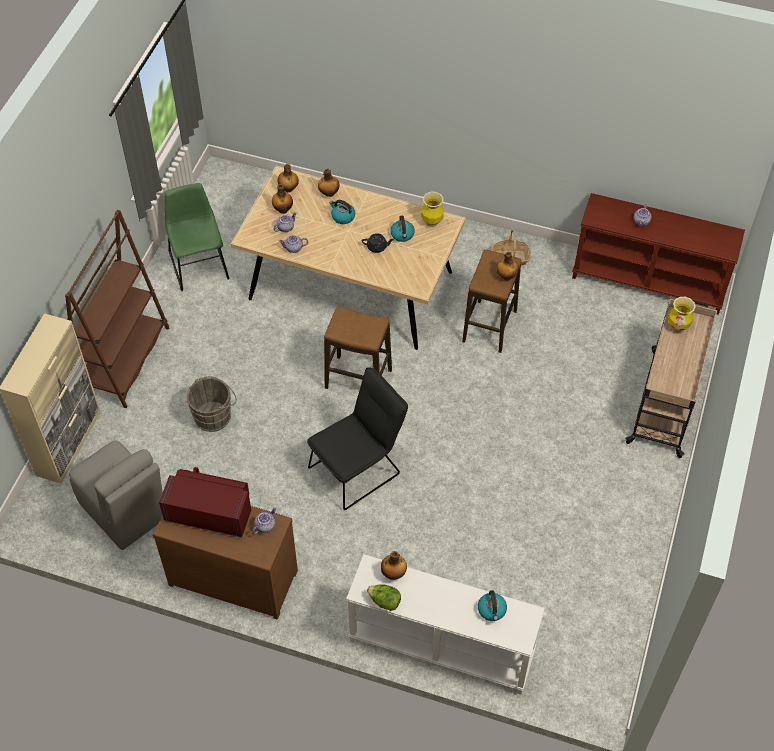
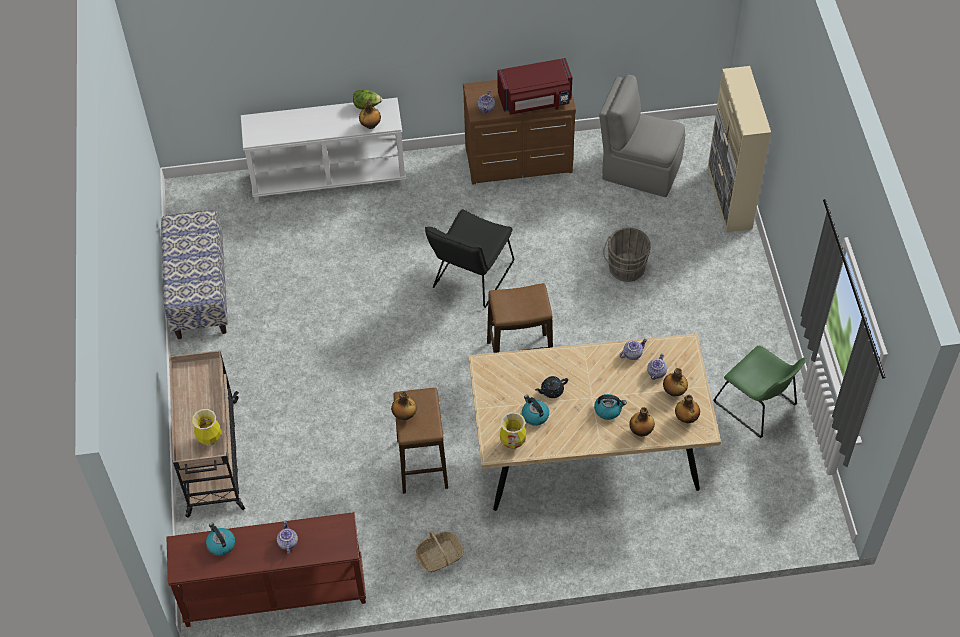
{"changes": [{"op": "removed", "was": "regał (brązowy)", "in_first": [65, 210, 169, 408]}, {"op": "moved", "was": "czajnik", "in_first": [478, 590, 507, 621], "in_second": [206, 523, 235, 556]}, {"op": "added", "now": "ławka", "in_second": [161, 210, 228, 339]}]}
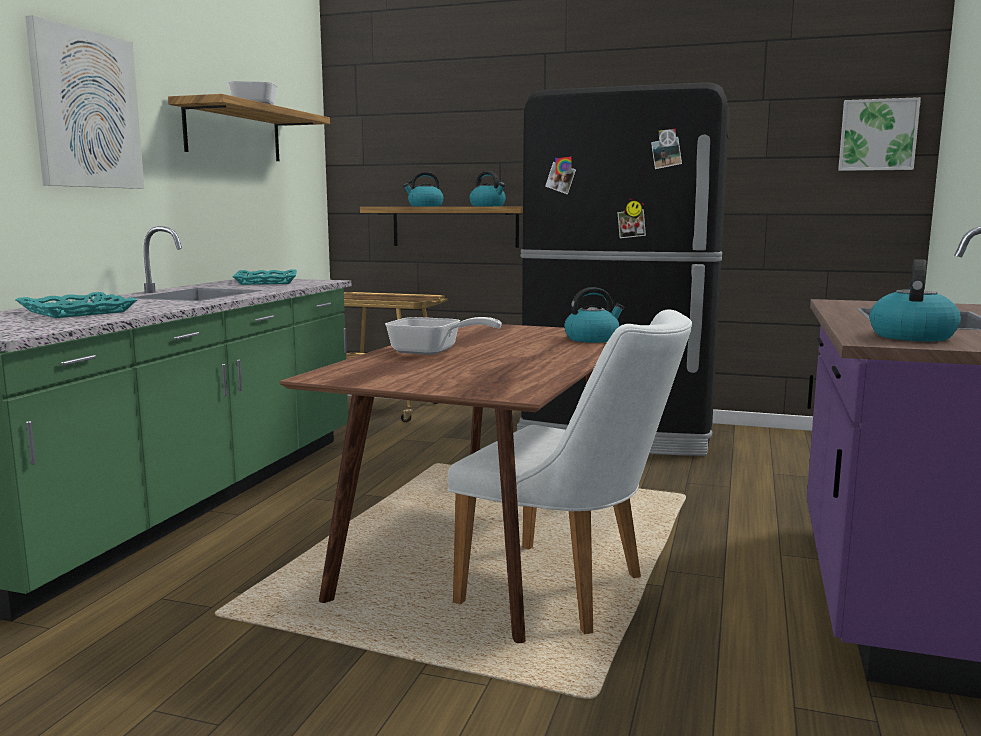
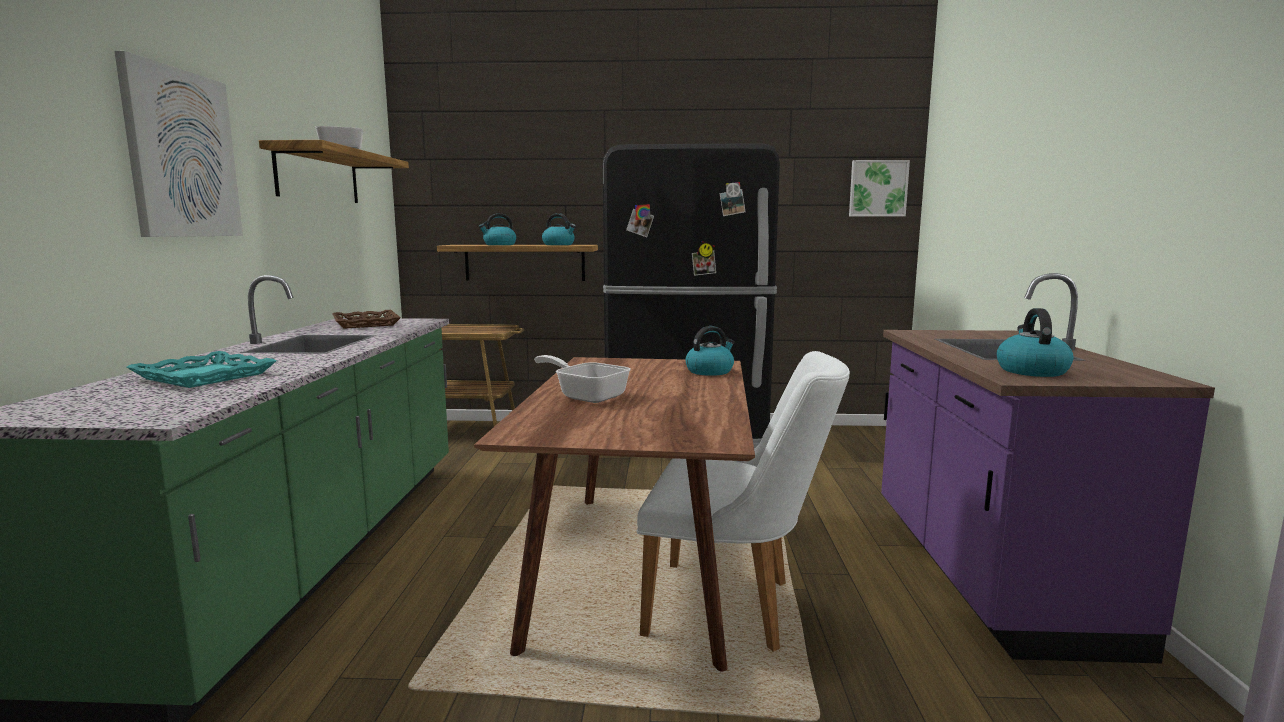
{"changes": [{"op": "recoloured", "was": "taca (turkusowy)", "now": "taca (brązowy)", "in_first": [232, 269, 297, 285], "in_second": [332, 310, 401, 329]}, {"op": "turned", "was": "patelnia", "in_first": [385, 317, 502, 355], "in_second": [534, 355, 631, 403], "clockwise": -150}]}
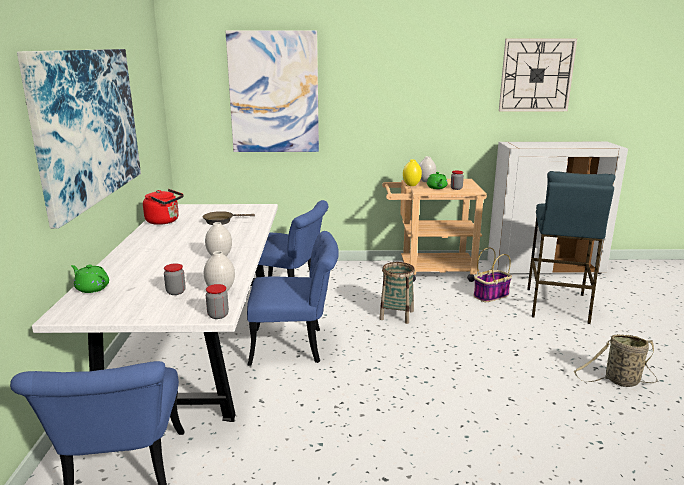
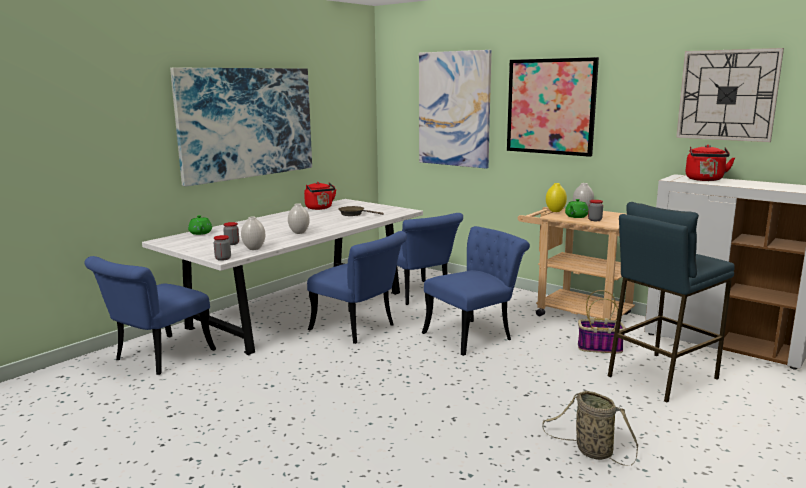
{"changes": [{"op": "replaced", "was": "koszyk", "now": "krzesło (niebieski)", "in_first": [379, 262, 415, 324], "in_second": [422, 226, 530, 356]}, {"op": "added", "now": "obraz", "in_second": [507, 57, 599, 157]}, {"op": "added", "now": "czajnik (czerwony)", "in_second": [686, 145, 735, 181]}]}
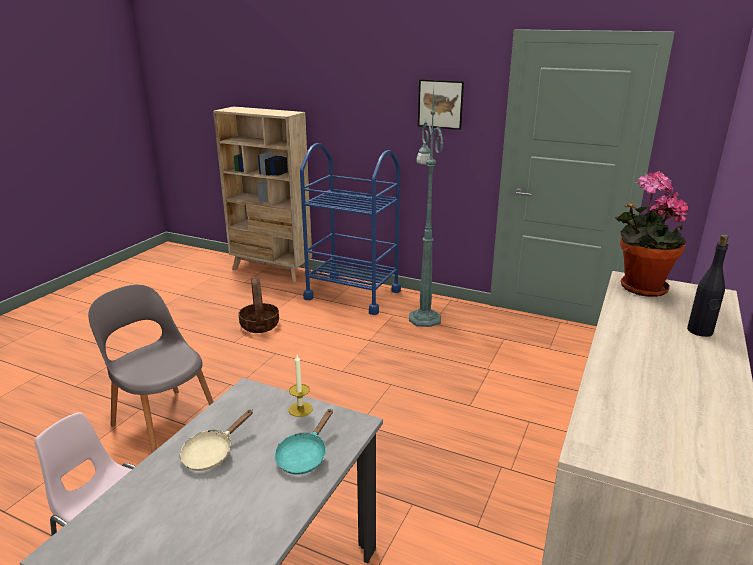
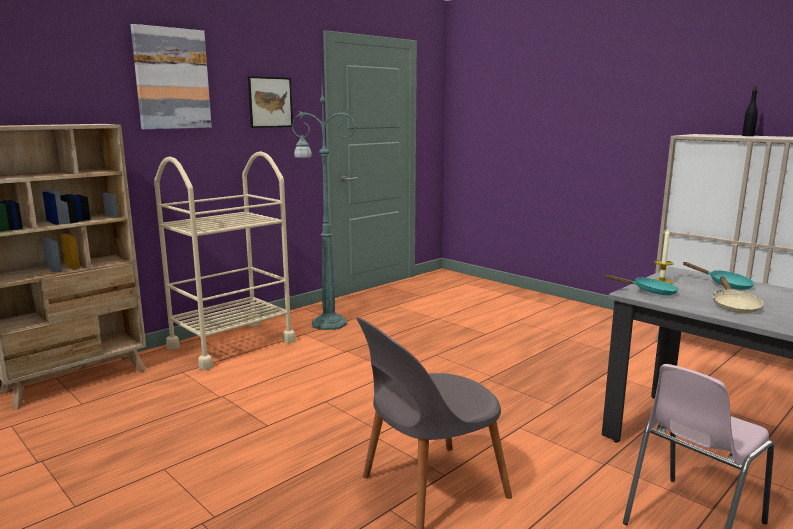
{"changes": [{"op": "recoloured", "was": "wózek (niebieski)", "now": "wózek (beżowy)", "in_first": [300, 143, 401, 315], "in_second": [154, 151, 296, 370]}, {"op": "removed", "was": "roślina doniczkowa", "in_first": [615, 171, 688, 297]}, {"op": "removed", "was": "koszyk", "in_first": [238, 277, 279, 333]}, {"op": "turned", "was": "patelnia (beżowy)", "in_first": [180, 410, 253, 471], "in_second": [713, 277, 763, 314], "clockwise": 45}, {"op": "added", "now": "obraz", "in_second": [130, 24, 212, 129]}, {"op": "added", "now": "patelnia (turkusowy)", "in_second": [606, 275, 679, 296]}]}
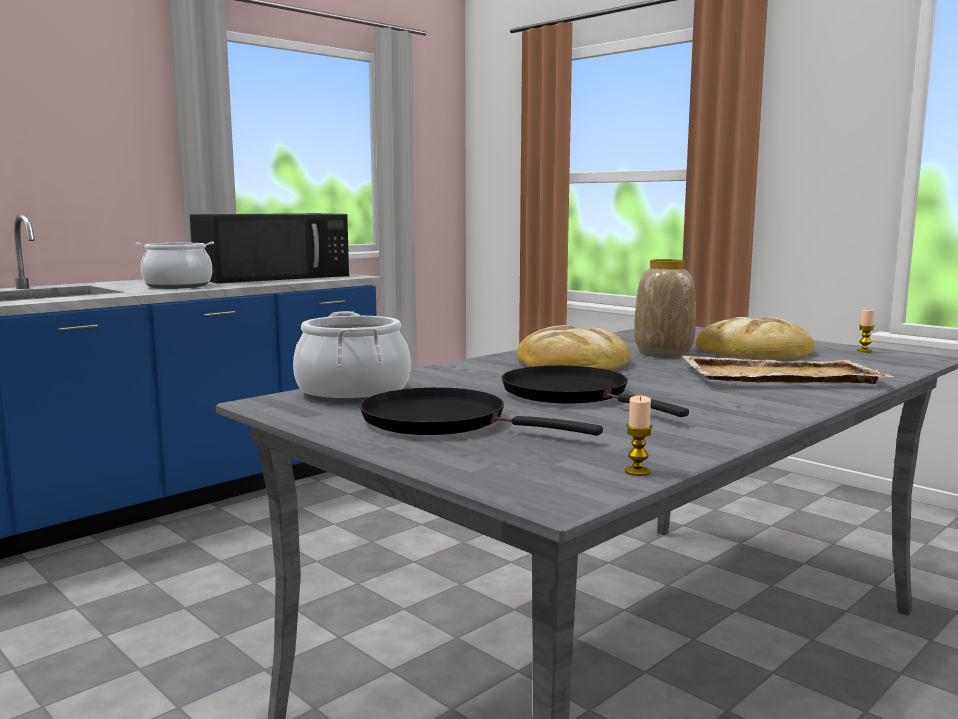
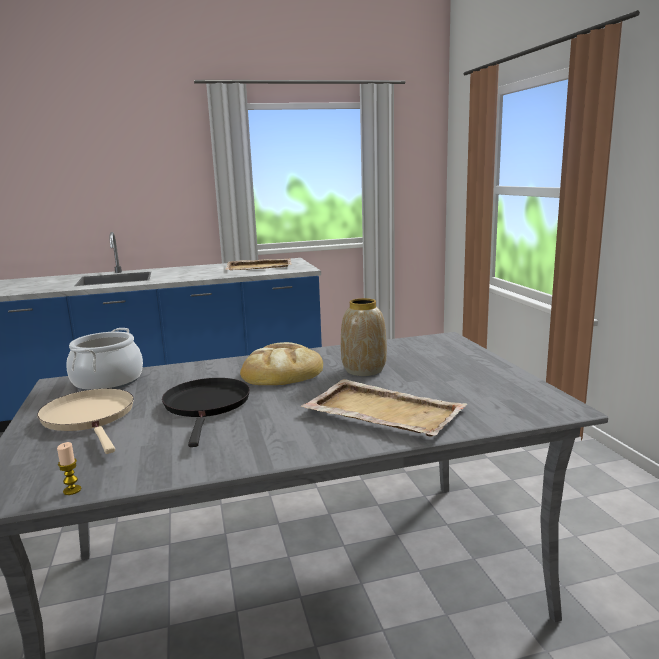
{"changes": [{"op": "replaced", "was": "mikrofalówka (czarny)", "now": "taca (beżowy)", "in_first": [190, 213, 349, 283], "in_second": [225, 258, 292, 270]}, {"op": "removed", "was": "garnek", "in_first": [135, 242, 214, 289]}, {"op": "removed", "was": "świeca", "in_first": [857, 310, 875, 352]}, {"op": "removed", "was": "chleb", "in_first": [696, 317, 815, 359]}, {"op": "recoloured", "was": "patelnia (czarny)", "now": "patelnia (beżowy)", "in_first": [360, 387, 603, 436], "in_second": [37, 389, 134, 454]}]}
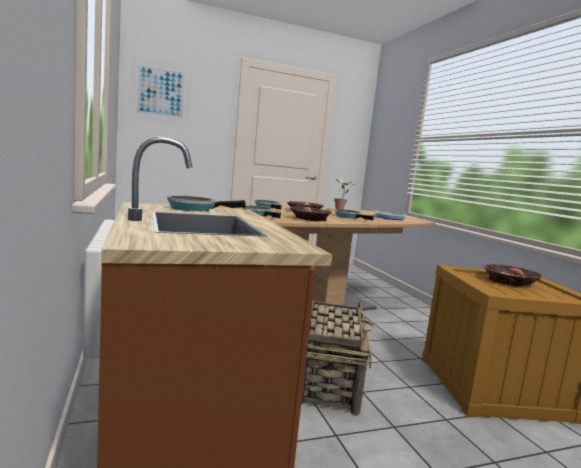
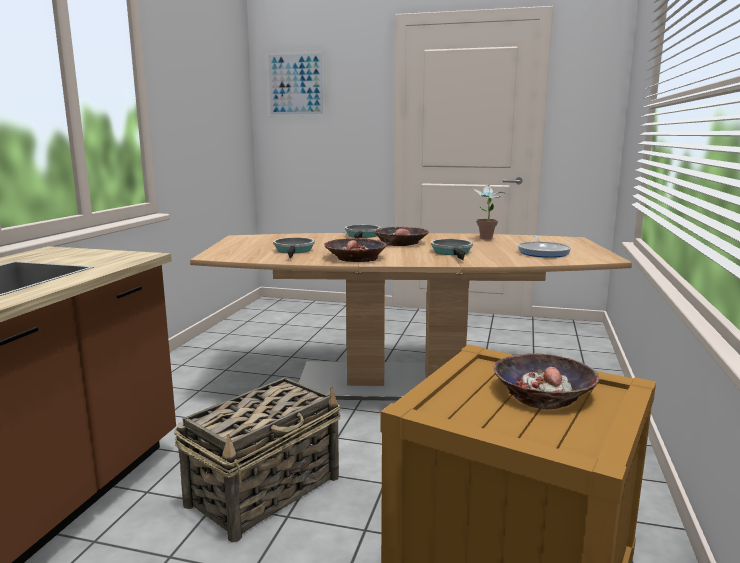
{"changes": [{"op": "removed", "was": "patelnia", "in_first": [167, 195, 246, 211]}]}
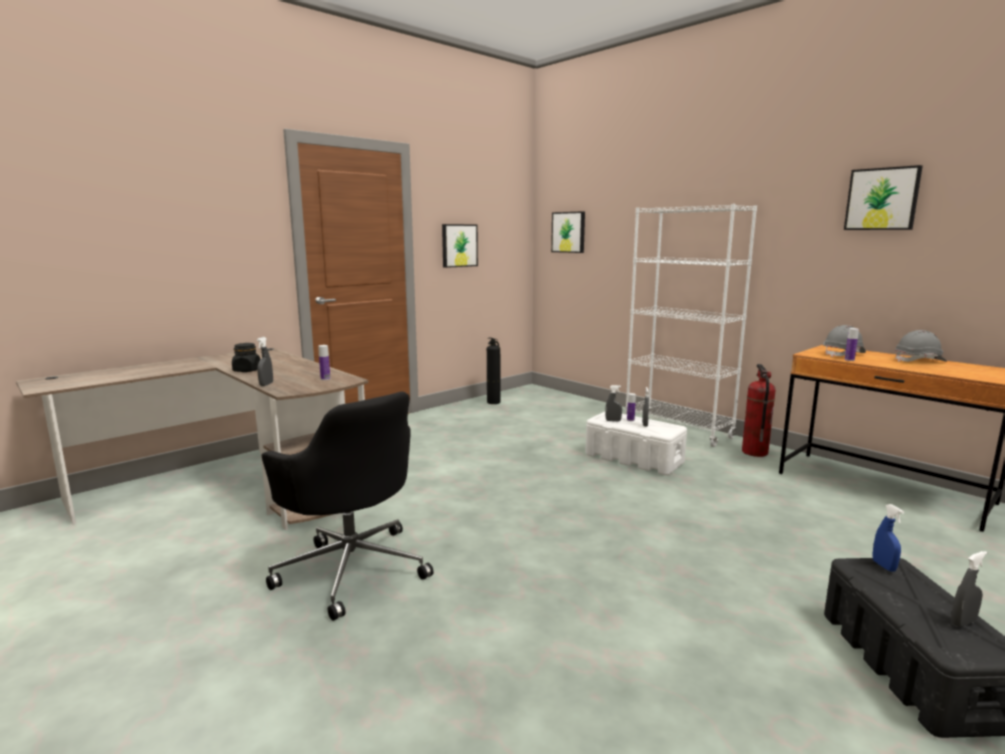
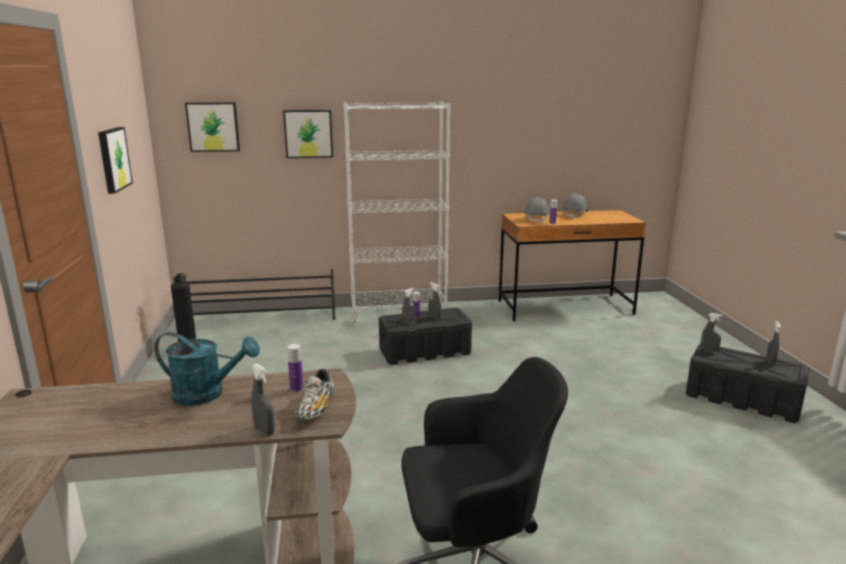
{"changes": [{"op": "moved", "was": "obraz", "in_first": [844, 165, 923, 230], "in_second": [283, 110, 333, 158]}, {"op": "removed", "was": "słoik (czarny)", "in_first": [232, 343, 260, 372]}, {"op": "removed", "was": "gaśnica", "in_first": [742, 364, 776, 457]}, {"op": "recoloured", "was": "pojemnik do przechowywania (biały)", "now": "pojemnik do przechowywania (czarny)", "in_first": [585, 412, 687, 475], "in_second": [379, 308, 472, 365]}, {"op": "recoloured", "was": "spryskiwacz (niebieski)", "now": "spryskiwacz (szary)", "in_first": [872, 504, 904, 572], "in_second": [700, 313, 722, 352]}, {"op": "added", "now": "regał na buty (czarny)", "in_second": [183, 269, 335, 320]}, {"op": "added", "now": "konewka (turkusowy)", "in_second": [154, 332, 260, 406]}, {"op": "added", "now": "but", "in_second": [293, 369, 335, 421]}]}
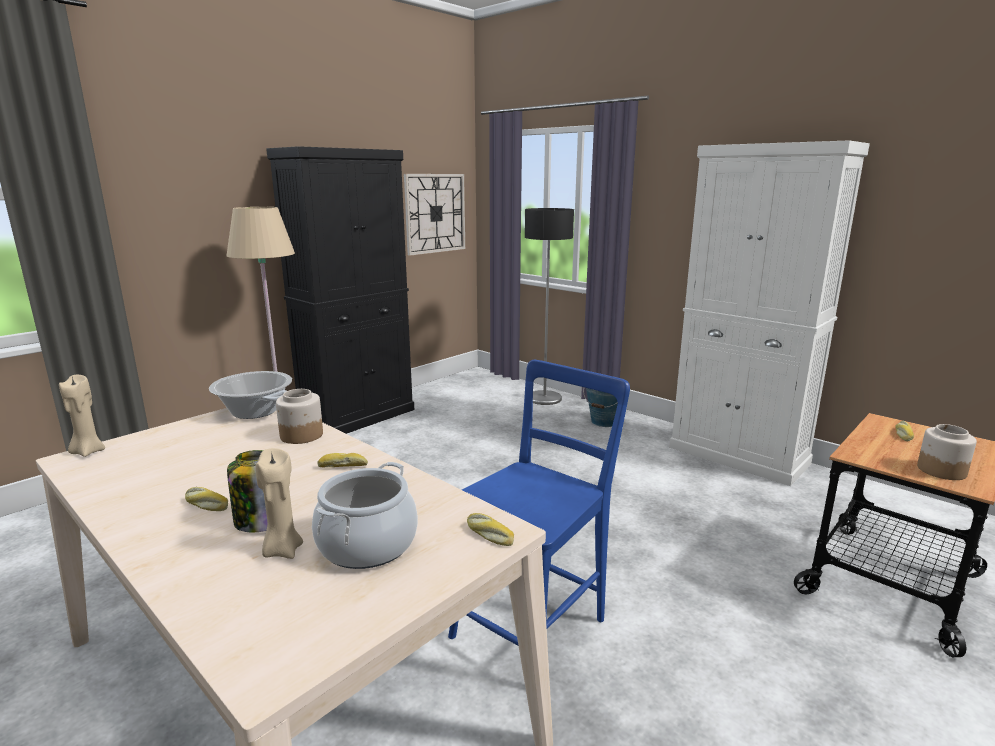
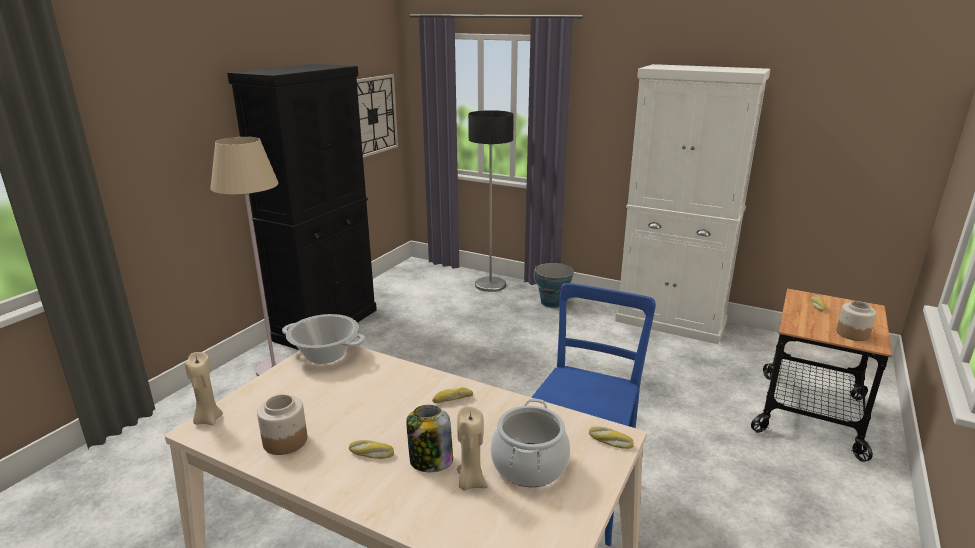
{"changes": [{"op": "moved", "was": "słoik", "in_first": [276, 389, 323, 444], "in_second": [257, 394, 307, 455]}]}
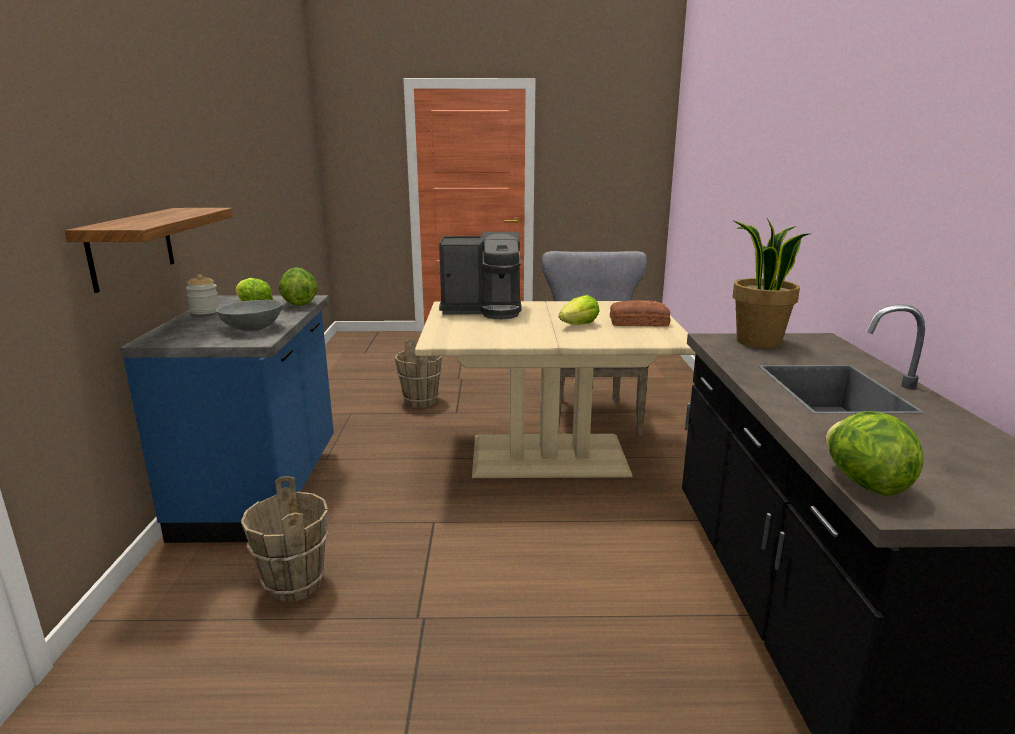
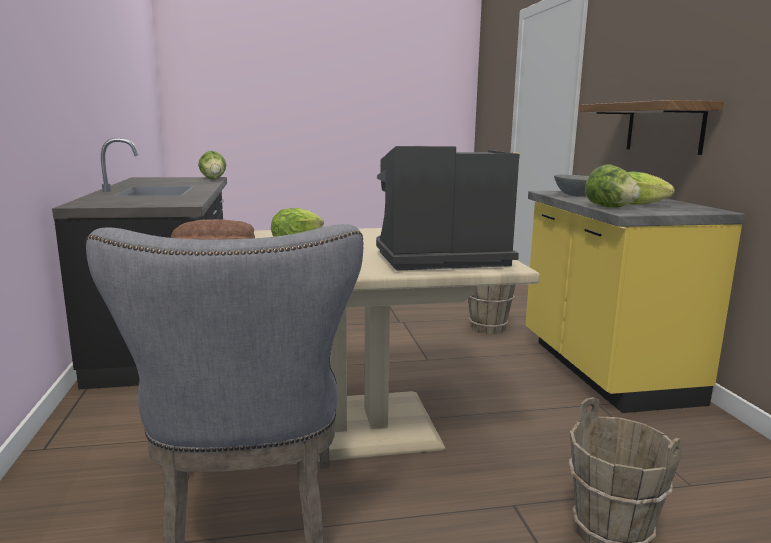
{"changes": [{"op": "removed", "was": "roślina doniczkowa", "in_first": [733, 218, 812, 348]}, {"op": "removed", "was": "słoik", "in_first": [186, 274, 220, 315]}, {"op": "recoloured", "was": "zabudowa kuchenna (niebieski)", "now": "zabudowa kuchenna (żółty)", "in_first": [120, 295, 334, 543], "in_second": [525, 191, 745, 413]}]}
